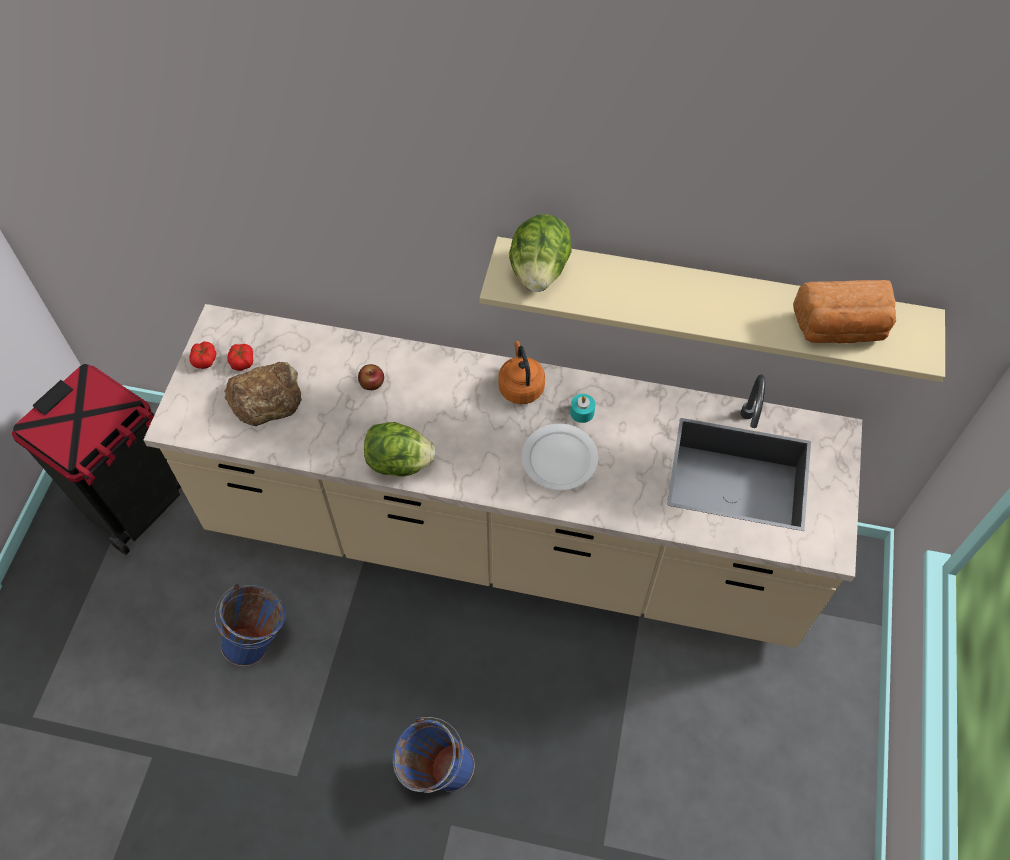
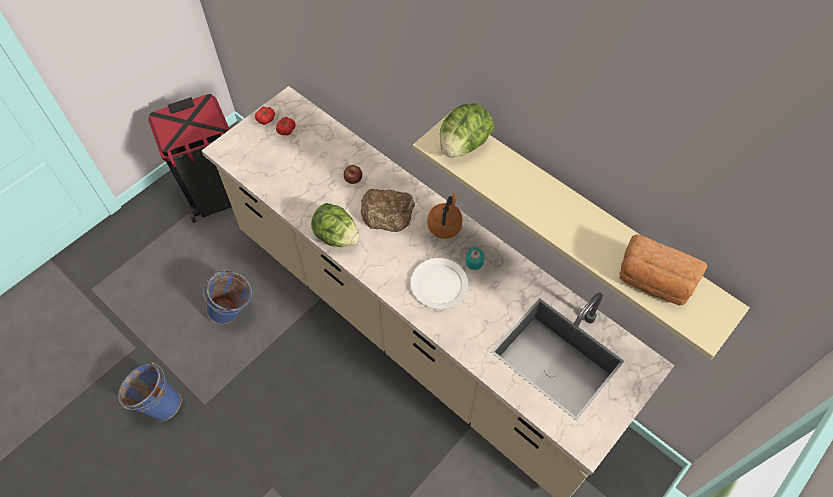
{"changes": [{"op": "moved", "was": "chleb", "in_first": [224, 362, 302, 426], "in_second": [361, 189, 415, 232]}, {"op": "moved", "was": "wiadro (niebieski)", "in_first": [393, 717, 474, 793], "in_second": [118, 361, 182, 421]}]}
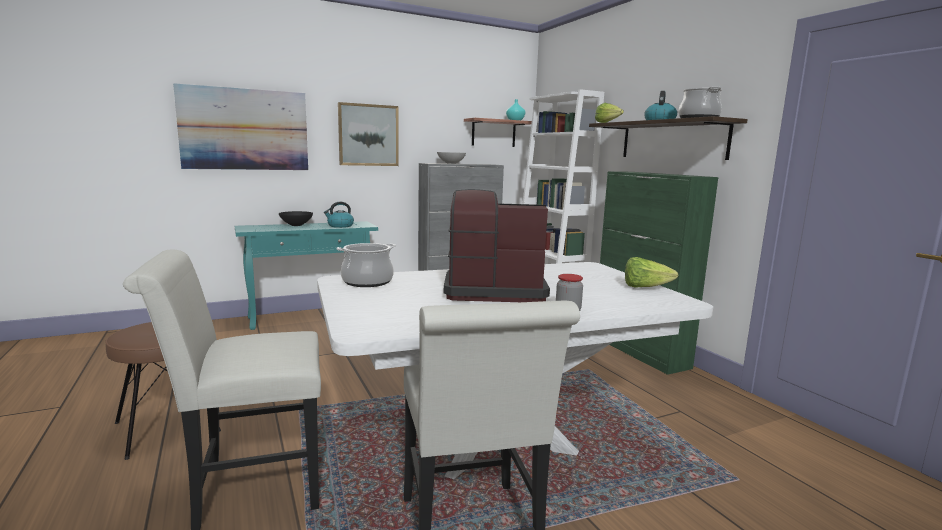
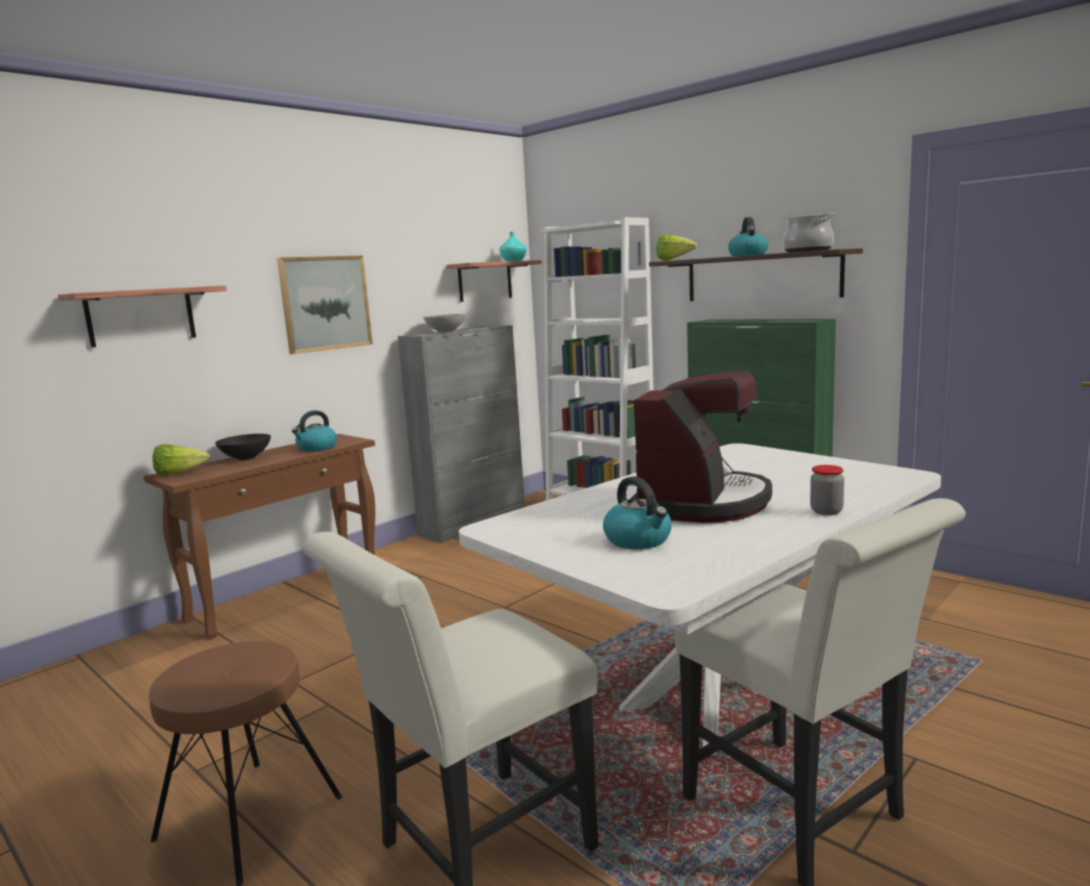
{"changes": [{"op": "replaced", "was": "obraz", "now": "półka", "in_first": [173, 83, 308, 170], "in_second": [58, 285, 227, 348]}, {"op": "turned", "was": "ekspres do kawy", "in_first": [444, 189, 550, 302], "in_second": [630, 371, 772, 523], "clockwise": 135}, {"op": "recoloured", "was": "stolik konsolowy (turkusowy)", "now": "stolik konsolowy (brązowy)", "in_first": [235, 221, 378, 330], "in_second": [144, 434, 375, 639]}, {"op": "removed", "was": "garnek", "in_first": [336, 243, 396, 287]}, {"op": "moved", "was": "sałata", "in_first": [625, 257, 678, 288], "in_second": [152, 444, 210, 475]}, {"op": "added", "now": "czajnik", "in_second": [603, 476, 672, 549]}]}
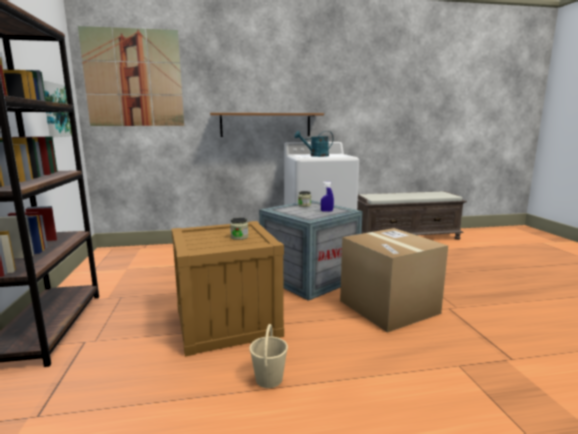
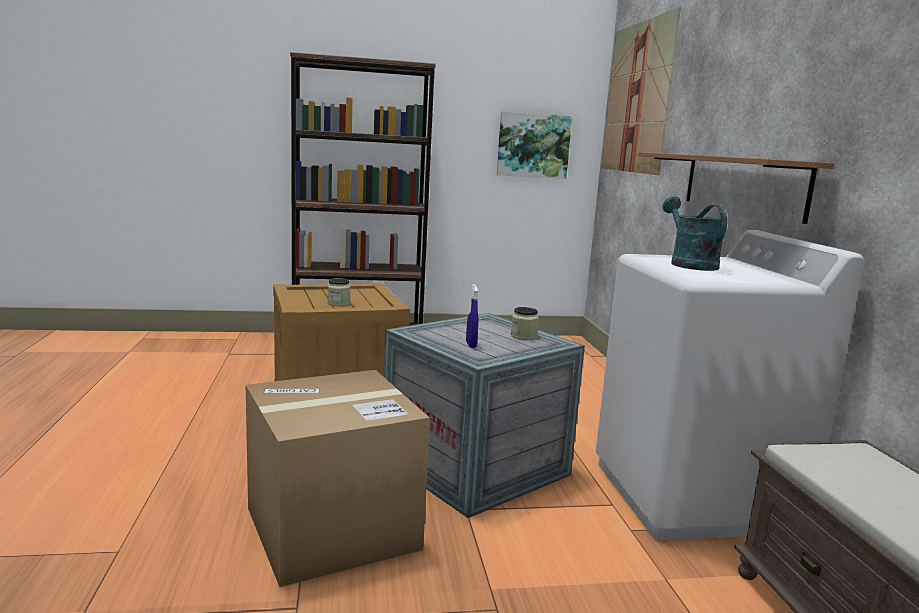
{"changes": [{"op": "removed", "was": "wiadro (beżowy)", "in_first": [249, 324, 288, 388]}]}
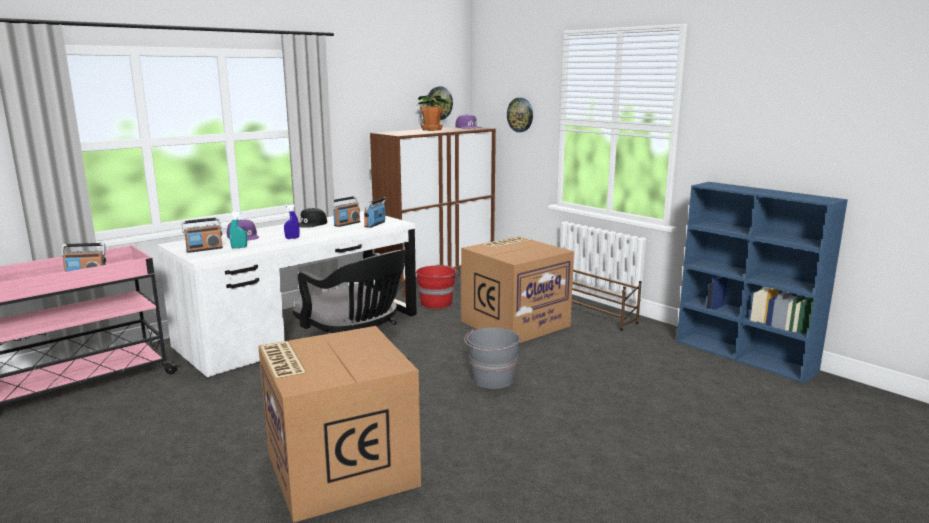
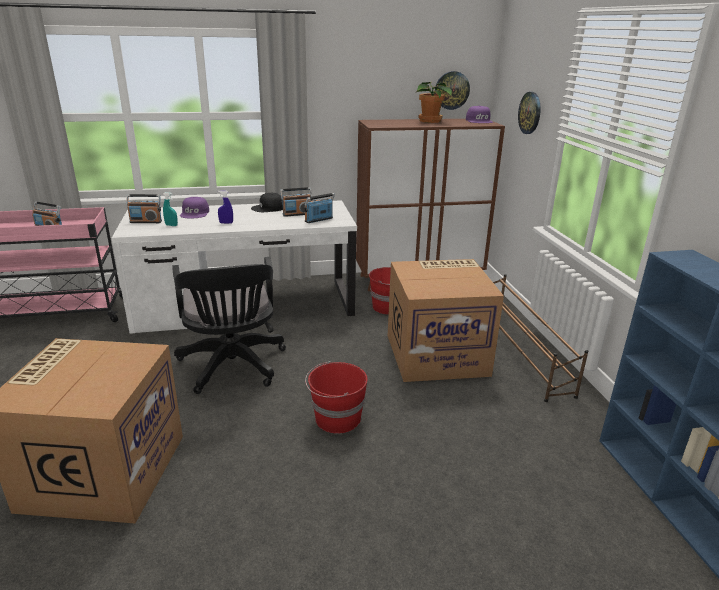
{"changes": [{"op": "recoloured", "was": "wiadro (szary)", "now": "wiadro (czerwony)", "in_first": [464, 328, 521, 389], "in_second": [305, 361, 368, 433]}]}
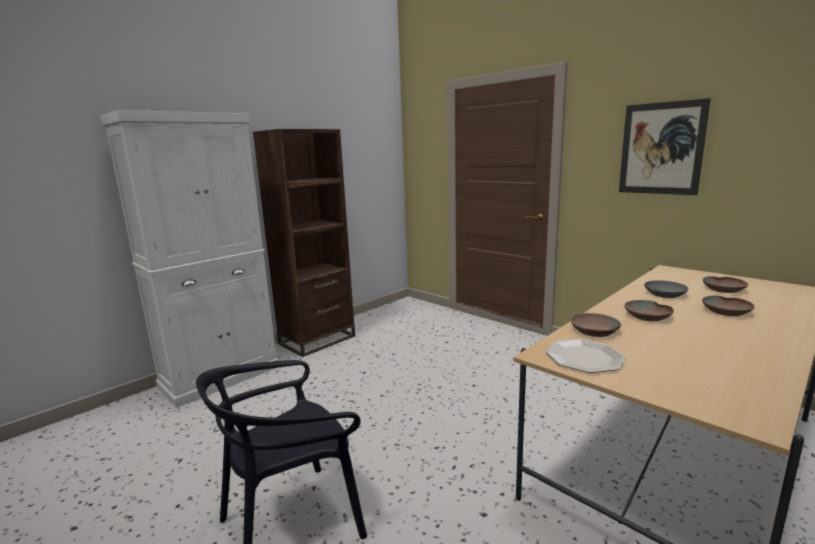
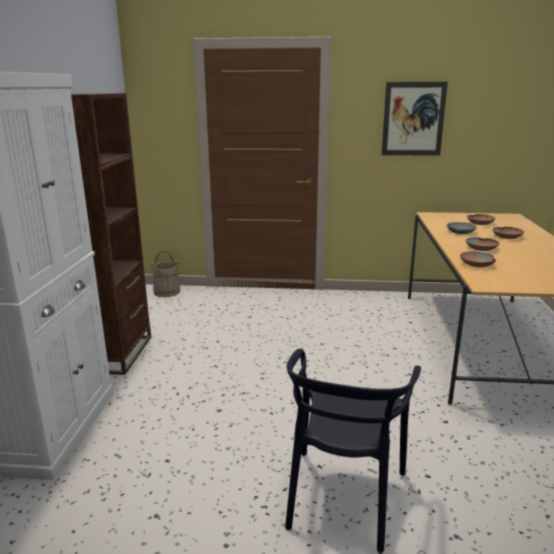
{"changes": [{"op": "removed", "was": "talerz", "in_first": [546, 339, 626, 373]}, {"op": "added", "now": "wiadro (beżowy)", "in_second": [150, 250, 180, 297]}]}
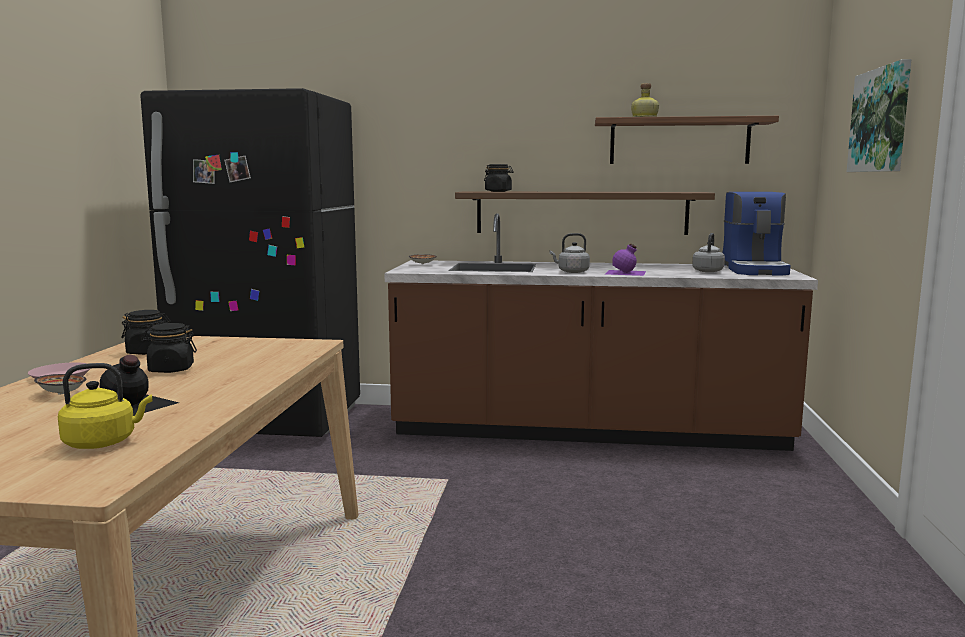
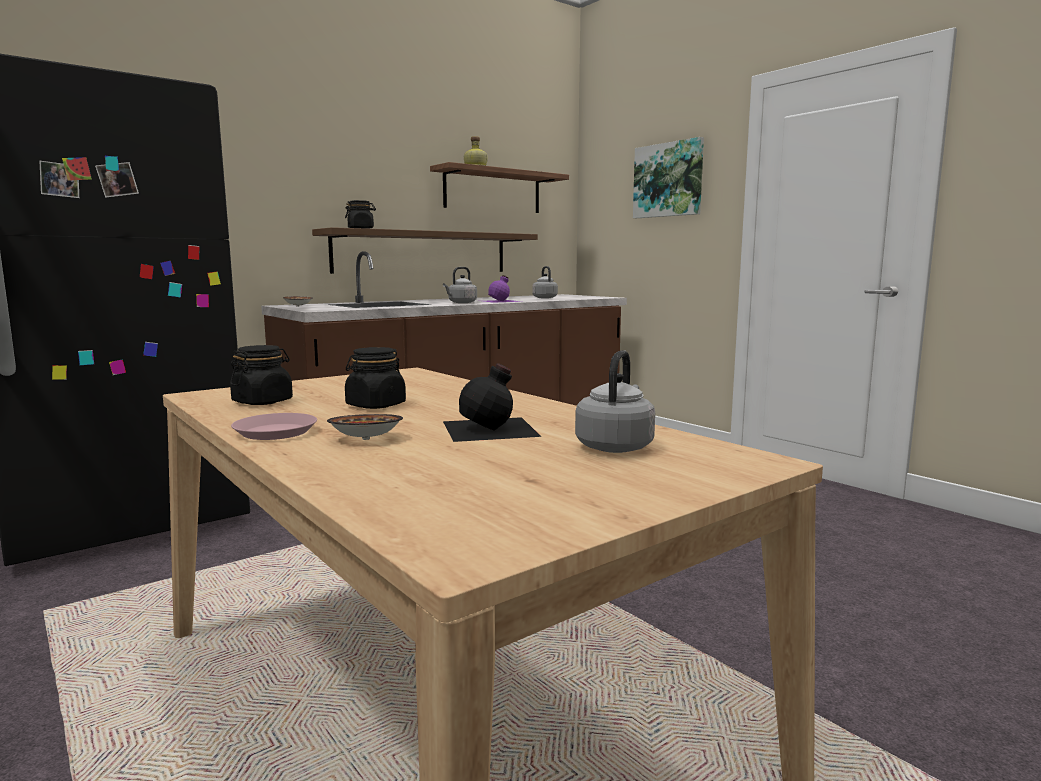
{"changes": [{"op": "removed", "was": "ekspres do kawy", "in_first": [722, 192, 791, 276]}, {"op": "recoloured", "was": "czajnik (żółty)", "now": "czajnik (szary)", "in_first": [58, 363, 152, 449], "in_second": [575, 350, 655, 453]}]}
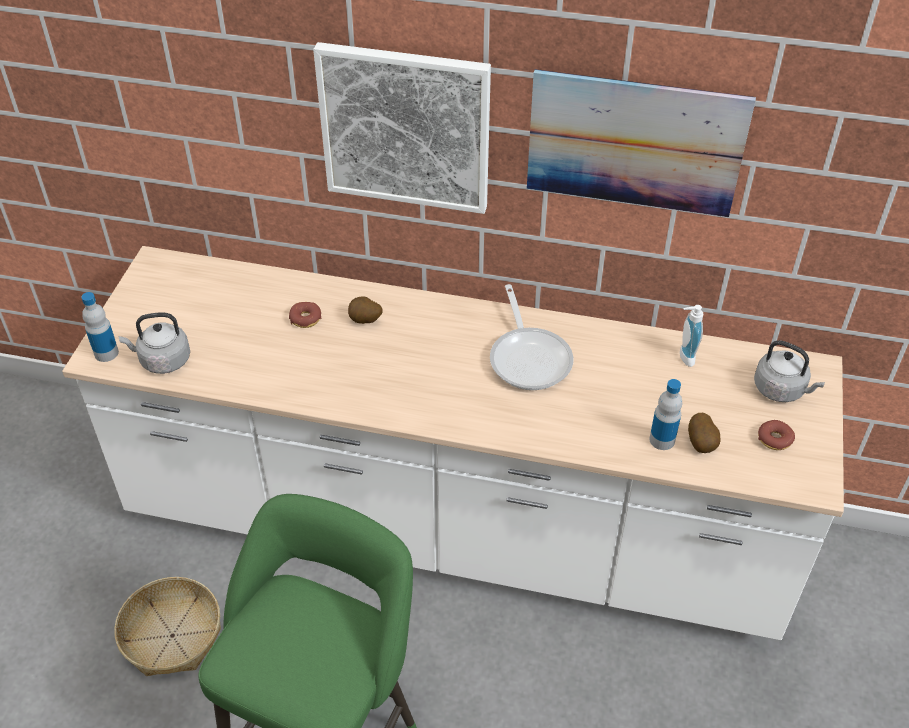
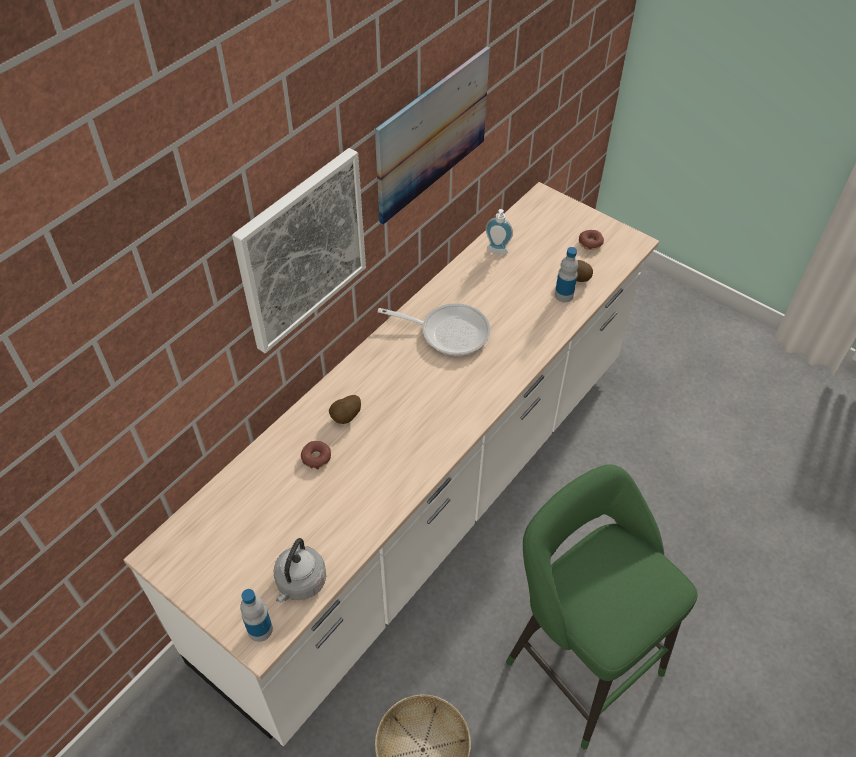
{"changes": [{"op": "removed", "was": "czajnik (szary)", "in_first": [754, 340, 825, 402]}]}
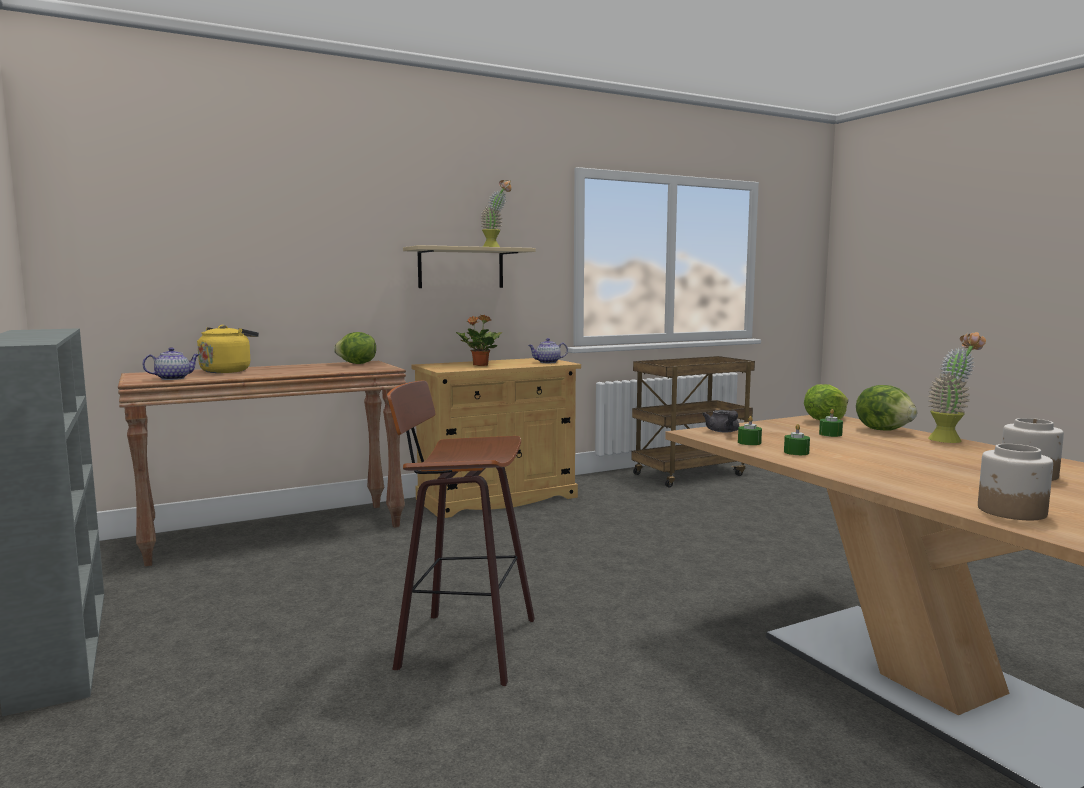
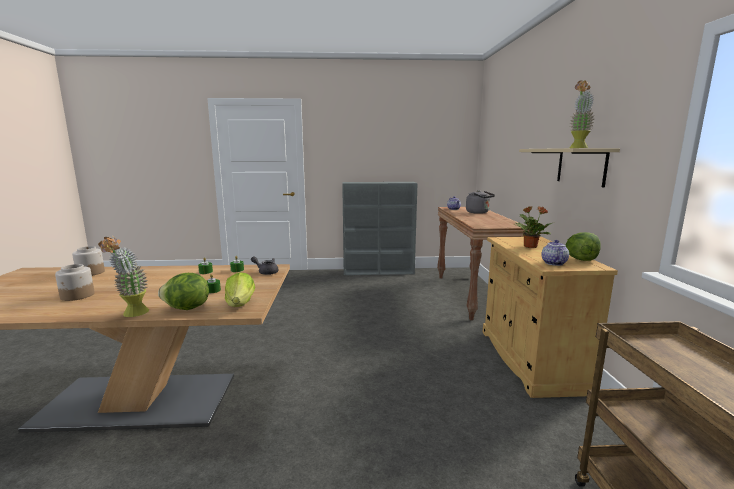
{"changes": [{"op": "recoloured", "was": "czajnik (żółty)", "now": "czajnik (szary)", "in_first": [197, 325, 259, 373], "in_second": [466, 190, 495, 214]}, {"op": "moved", "was": "sałata", "in_first": [334, 332, 376, 364], "in_second": [566, 232, 601, 261]}, {"op": "removed", "was": "stołek", "in_first": [387, 381, 535, 686]}]}
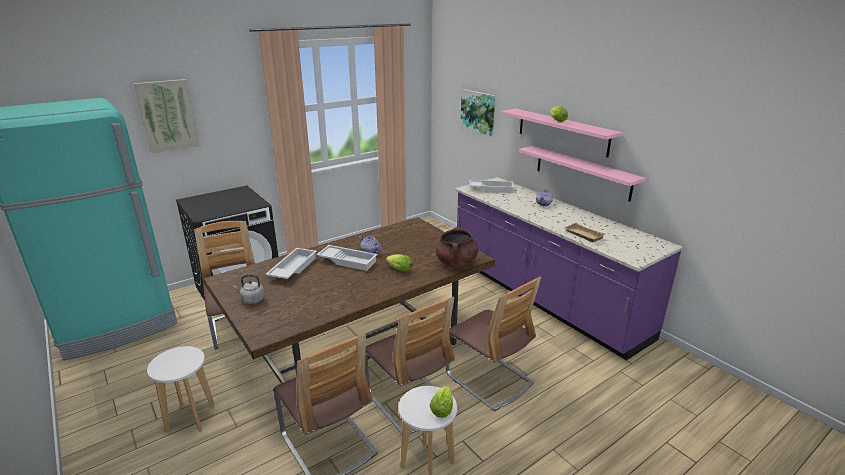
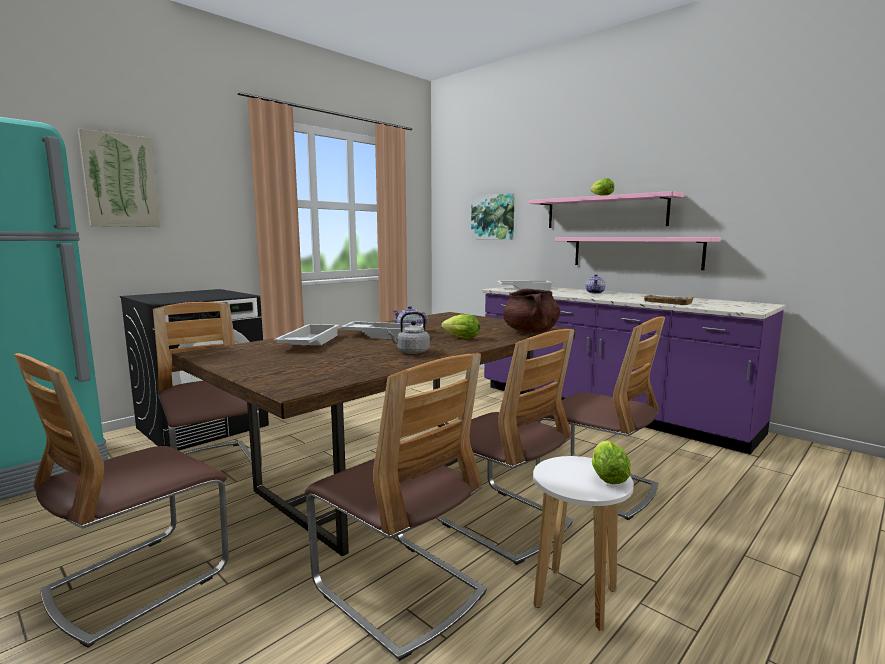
{"changes": [{"op": "moved", "was": "czajnik (szary)", "in_first": [233, 274, 265, 304], "in_second": [387, 312, 430, 354]}, {"op": "replaced", "was": "stołek (biały)", "now": "krzesło", "in_first": [147, 346, 215, 432], "in_second": [14, 353, 229, 648]}]}
